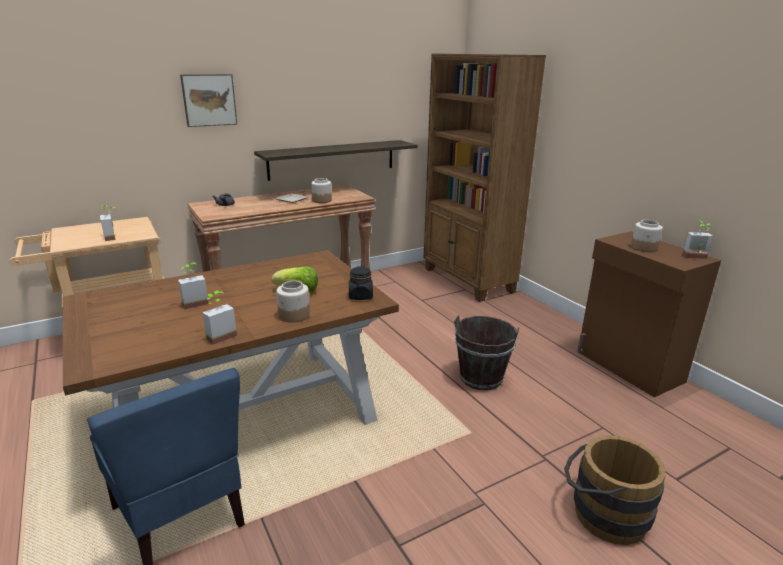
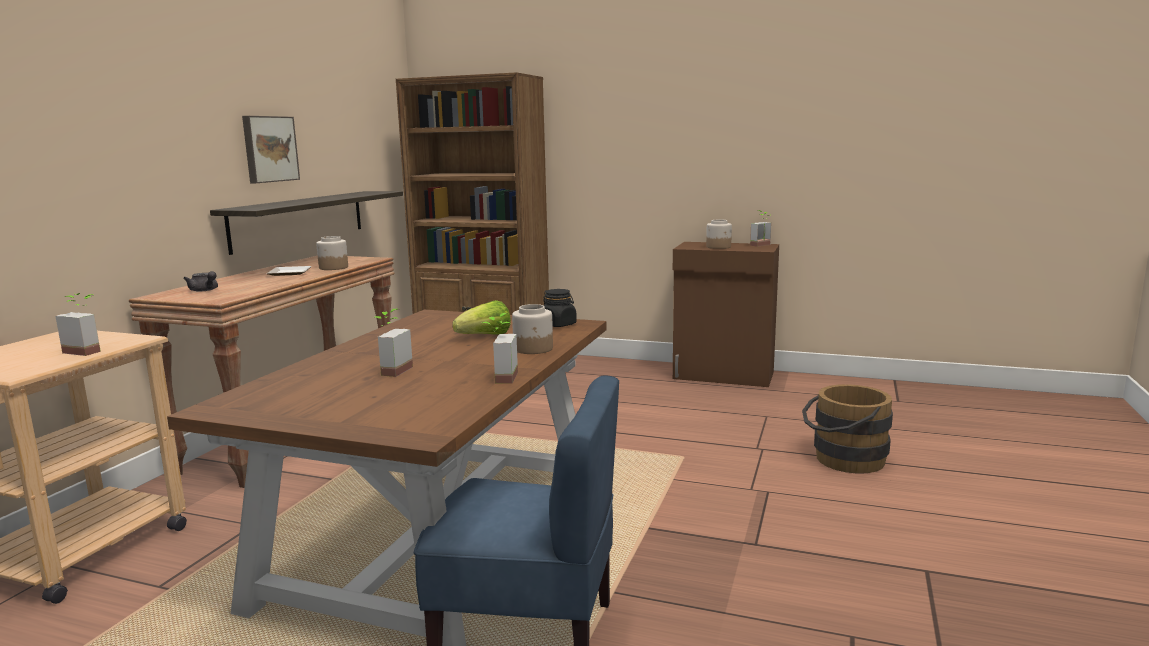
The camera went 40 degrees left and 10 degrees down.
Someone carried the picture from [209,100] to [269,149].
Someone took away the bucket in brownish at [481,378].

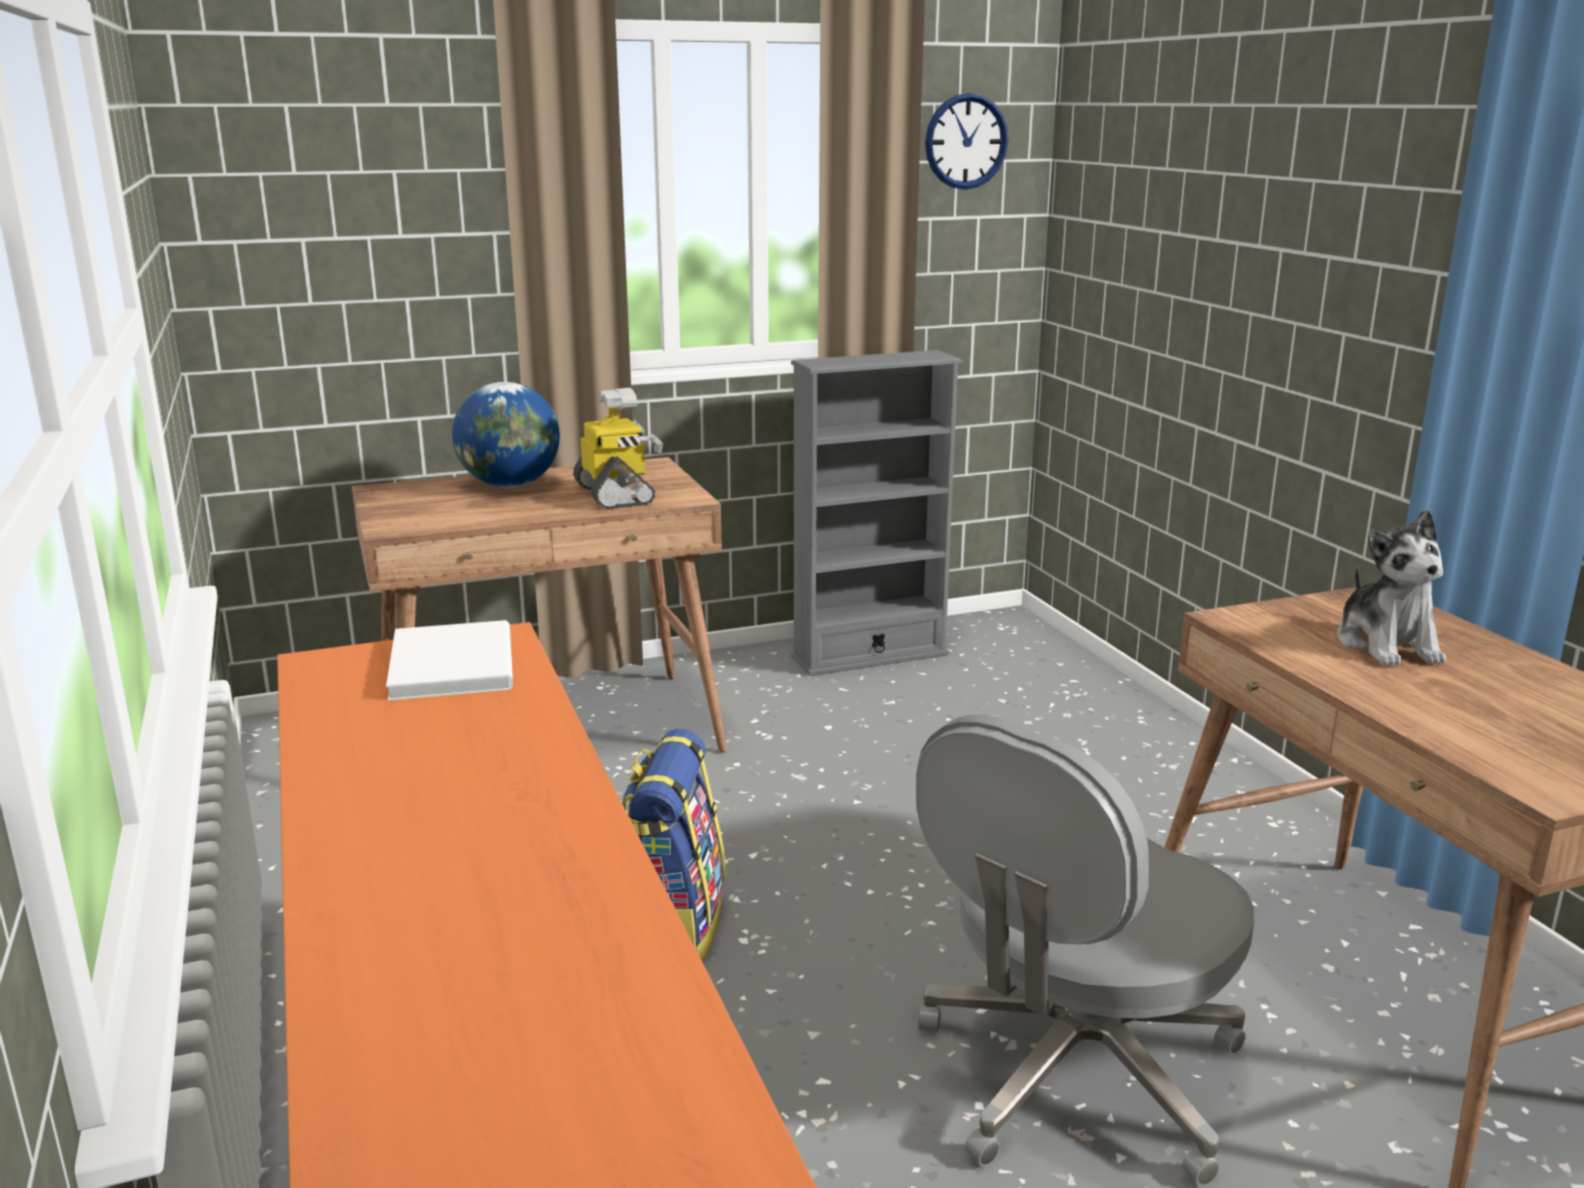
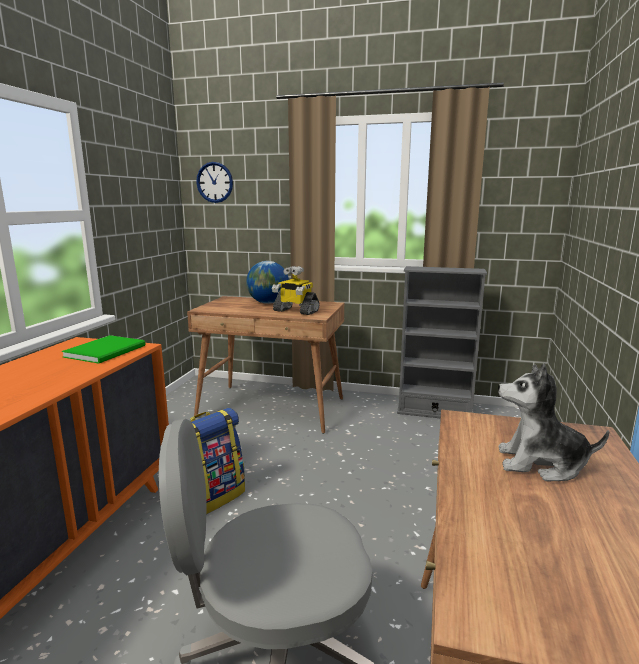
The camera went 35 degrees right and 5 degrees down.
Someone carried the clock on the wall from [966,141] to [214,182].
Someone rotated the robot figure at [616,495] by 105 degrees clockwise.
Someone rotated the cuddly toy at [1386,645] by 75 degrees clockwise.
Someone repainted the bound book in white-coloured at [456,662], which became the bound book in green at [108,351].

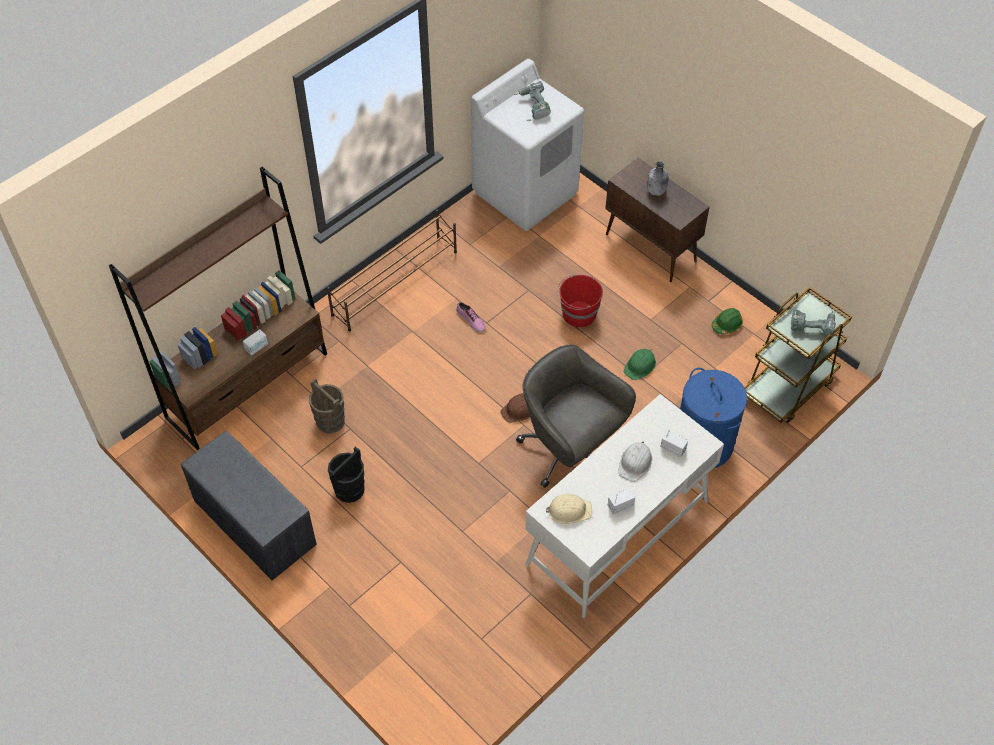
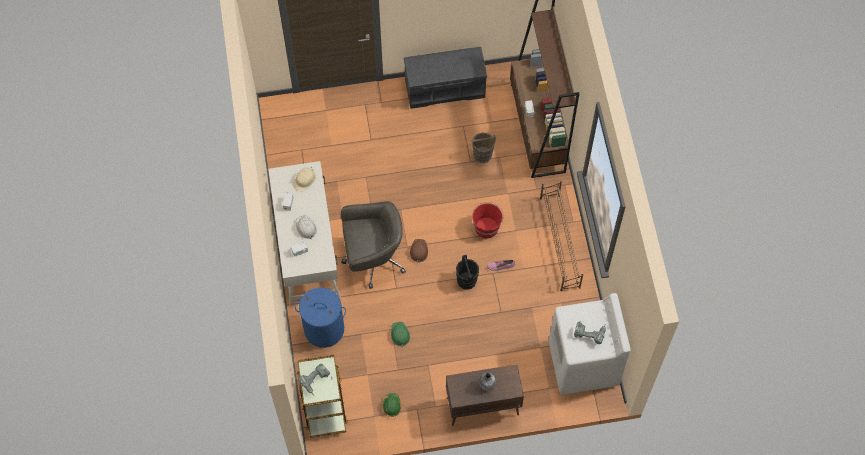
The camera went 125 degrees right and 10 degrees up.
Someone carried the bucket in reddish from [578,314] to [486,227].
Someone carried the bucket in black from [349,489] to [466,280].

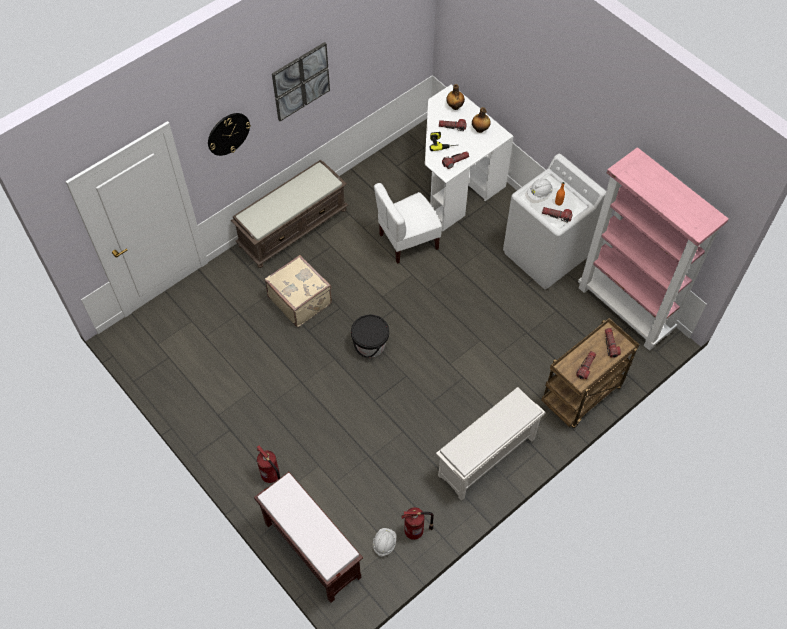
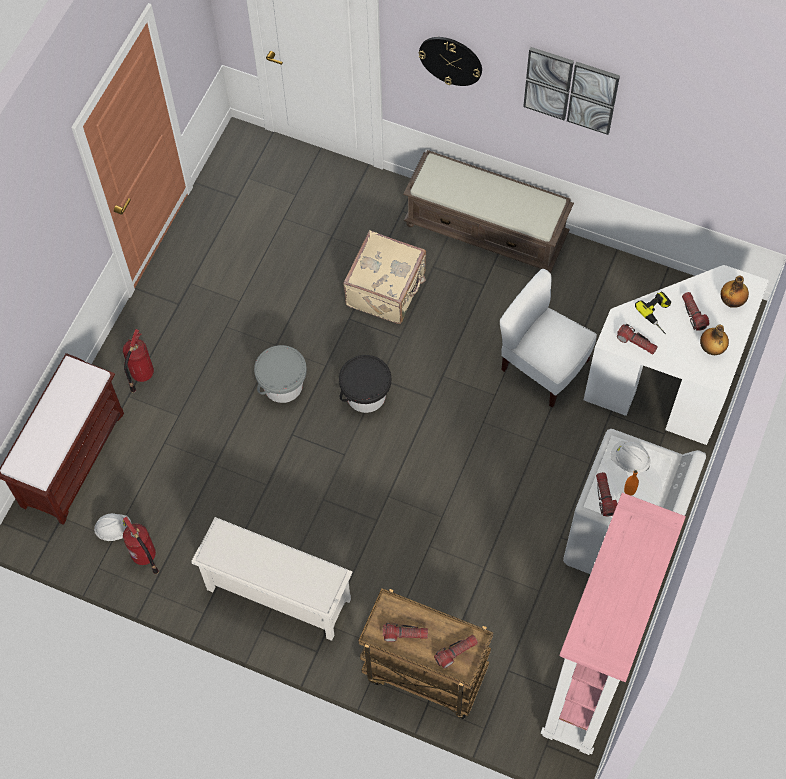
The camera went 65 degrees right and 5 degrees up.
Someone put down the bucket in gray at [283,385].

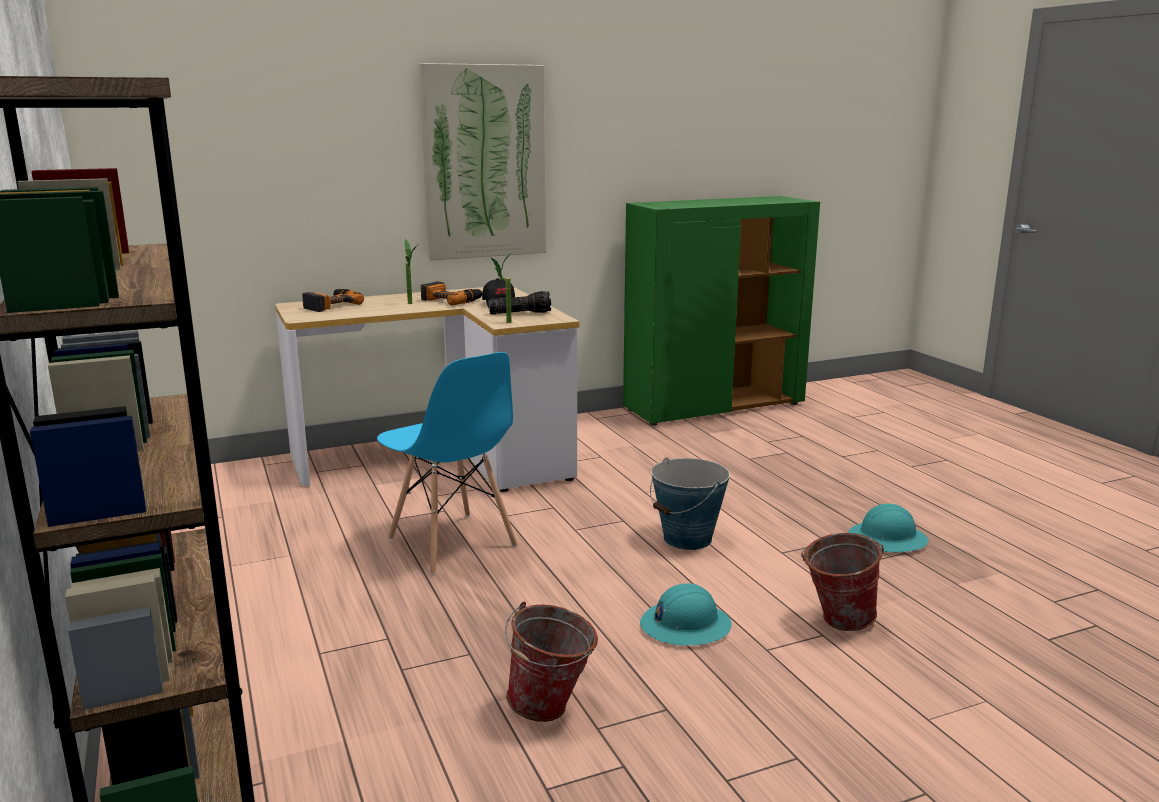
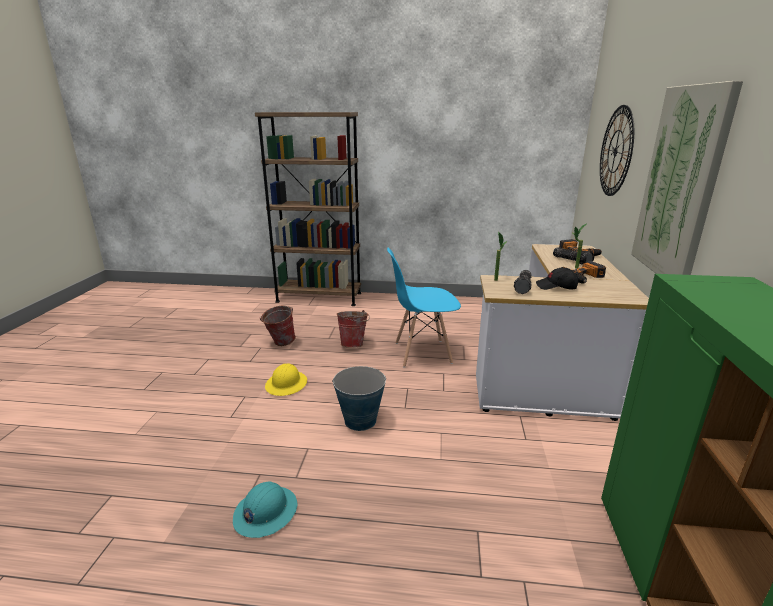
The camera went 120 degrees right and 5 degrees up.
Someone carried the bucket from [836,621] to [354,344].
Someone repainted the hard hat in turquoise-coloured at [685,626], which became the hard hat in yellowish at [286,384].
Someone put up the clock on the wall at [615,151].
Someone put down the torch at [572,261].

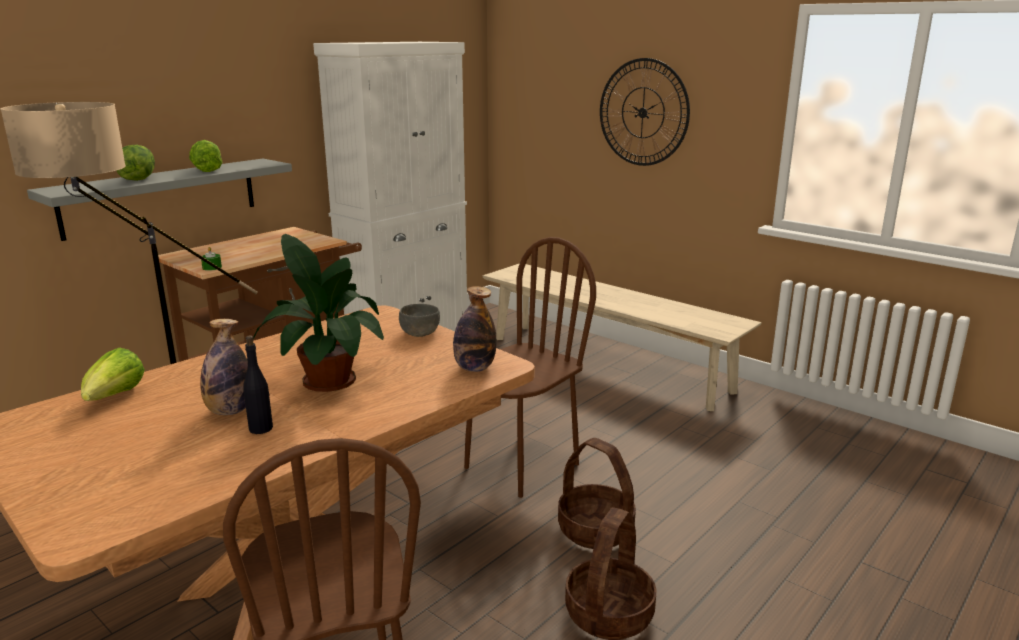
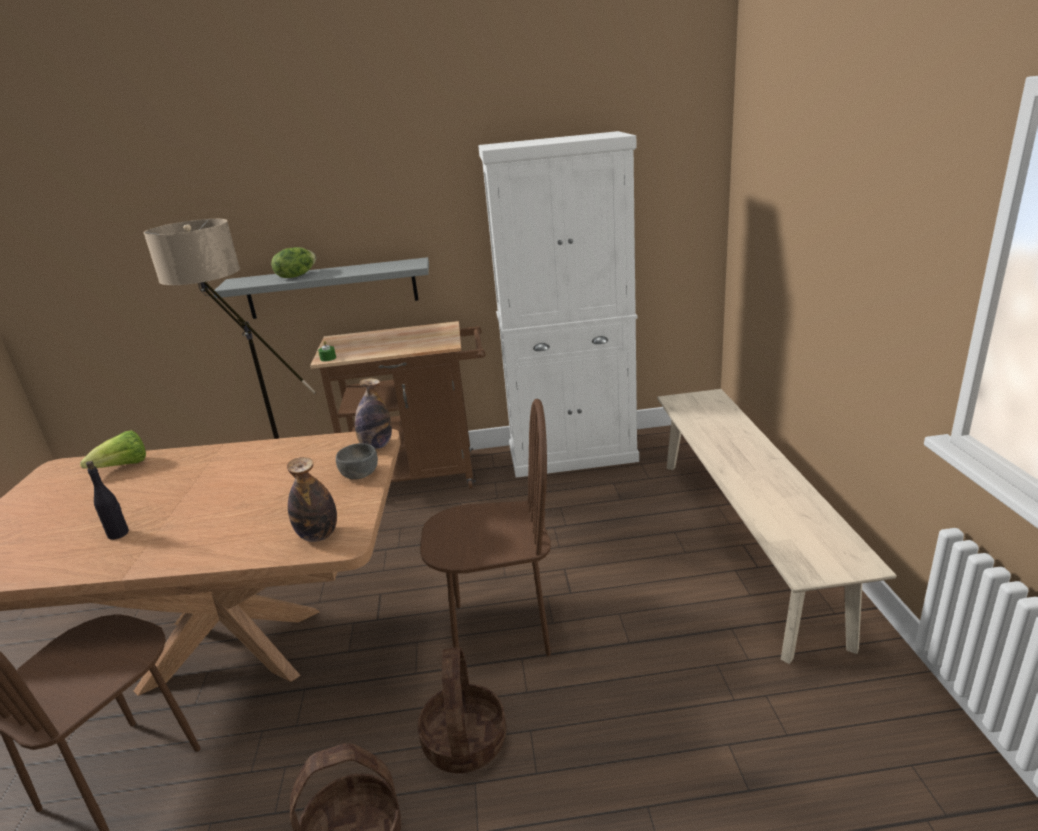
The camera went 45 degrees right and 5 degrees up.
Someone took away the clock on the wall at [643,112].
Someone took away the head of lettuce at [207,170].
Someone took away the houseplant at [327,378].
Someone carried the beverage bottle from [229,411] to [376,446].

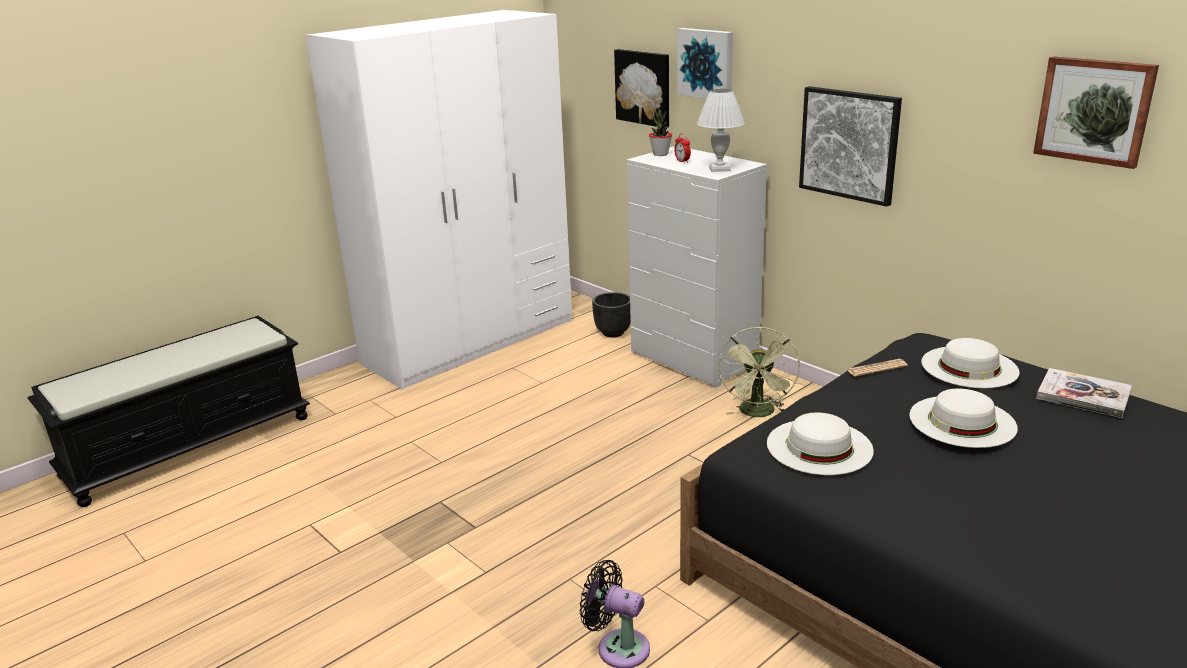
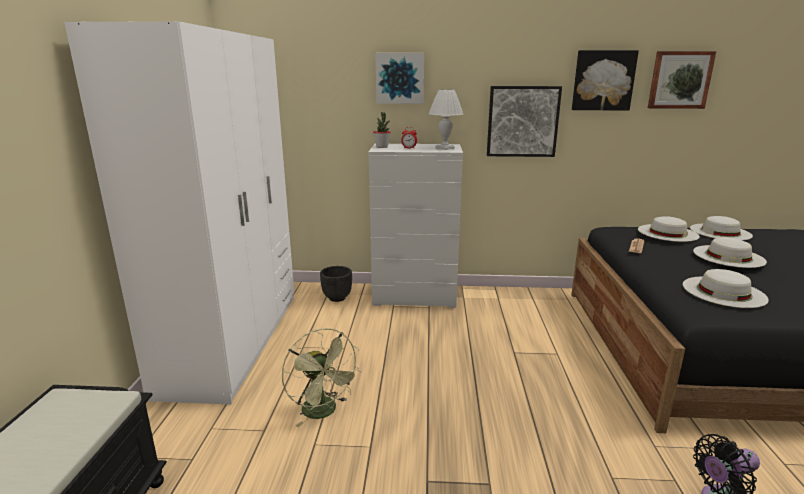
The camera went 45 degrees left and 5 degrees down.
Someone carried the picture from [644,87] to [603,80].
Someone carried the cooling fan in green from [758,413] to [324,412].
Someone swapped the bound book at [1083,395] for the wearable hat in white-coloured at [720,232].

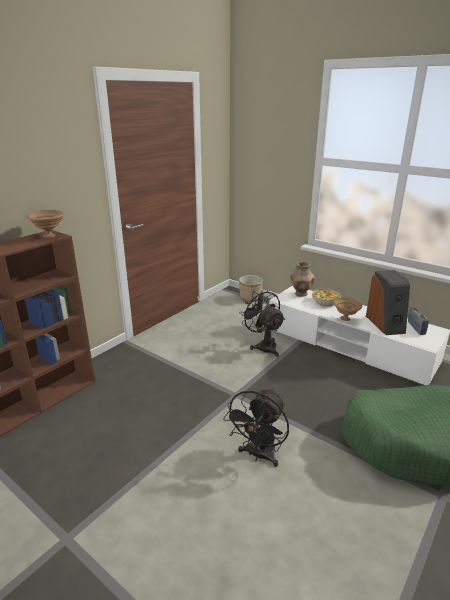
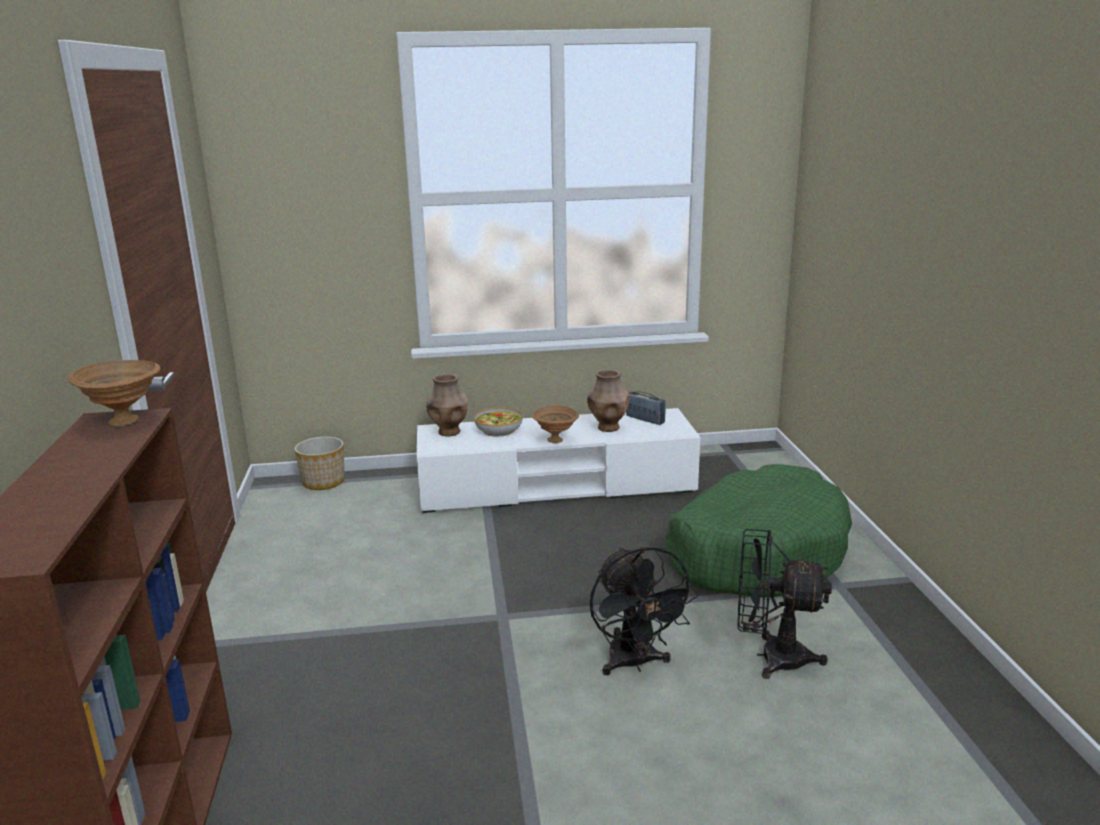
The camera went 45 degrees left and 5 degrees down.
Someone swapped the audio speaker at [385,324] for the flower vase in brownish at [608,428].
Someone carried the cooling fan in black from [263,346] to [770,657].

